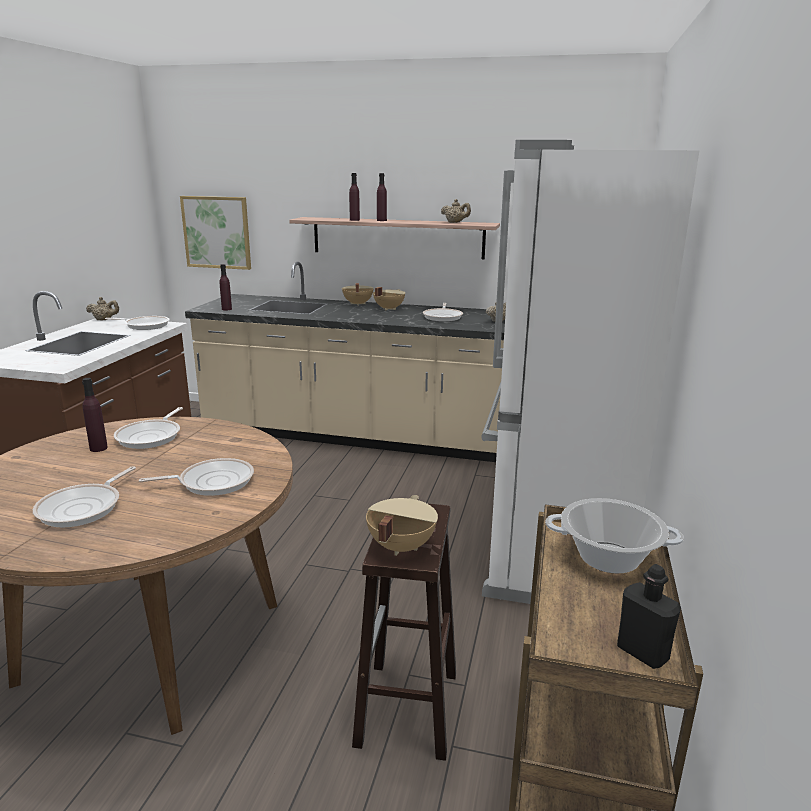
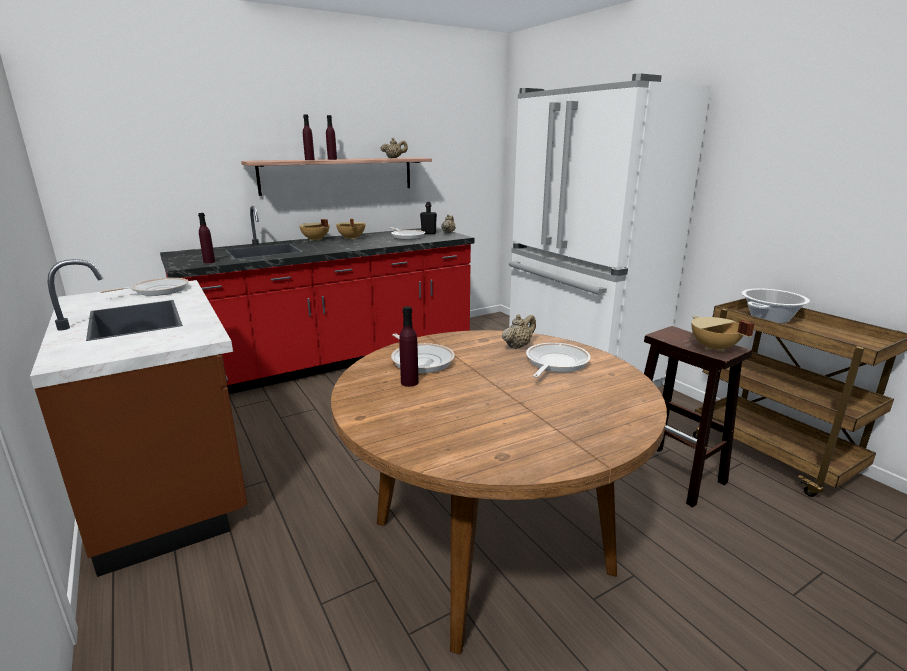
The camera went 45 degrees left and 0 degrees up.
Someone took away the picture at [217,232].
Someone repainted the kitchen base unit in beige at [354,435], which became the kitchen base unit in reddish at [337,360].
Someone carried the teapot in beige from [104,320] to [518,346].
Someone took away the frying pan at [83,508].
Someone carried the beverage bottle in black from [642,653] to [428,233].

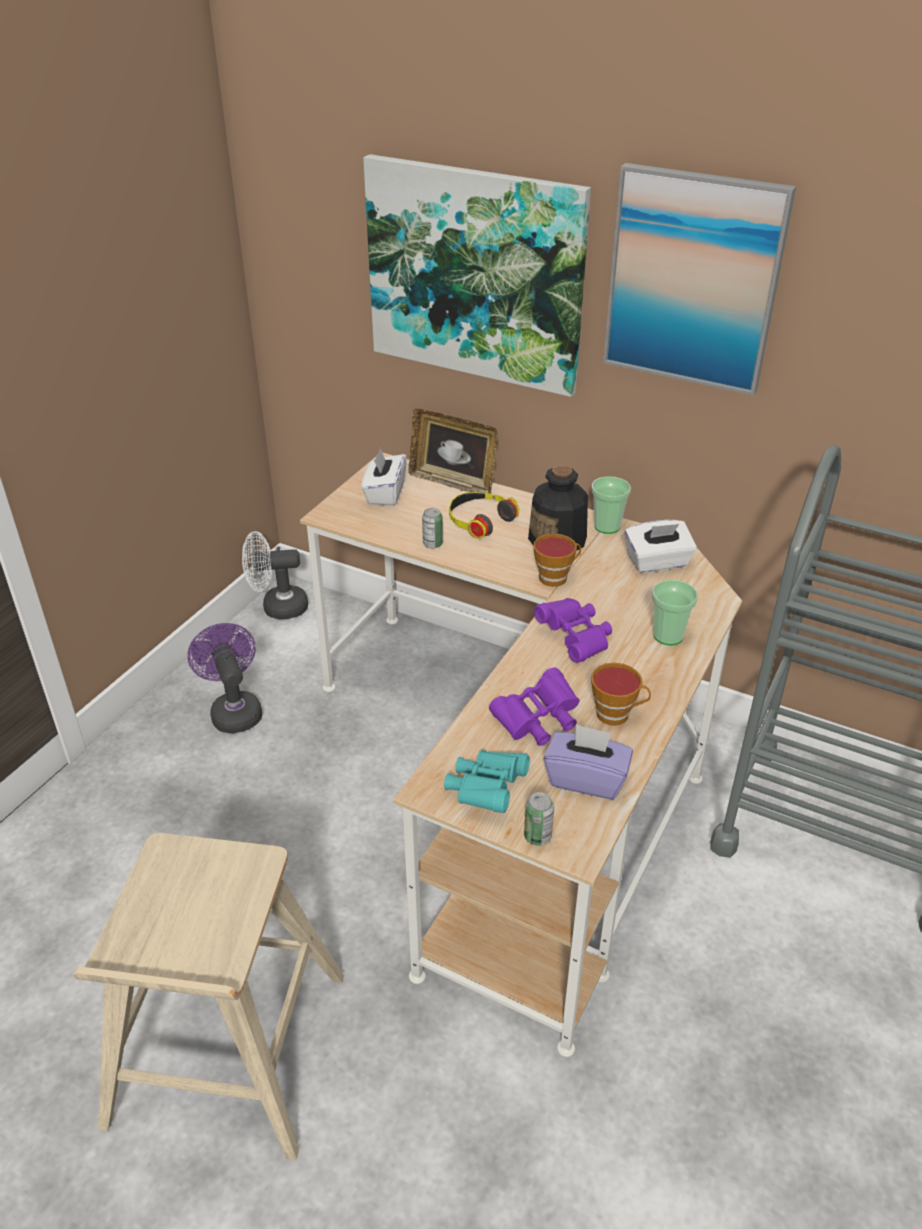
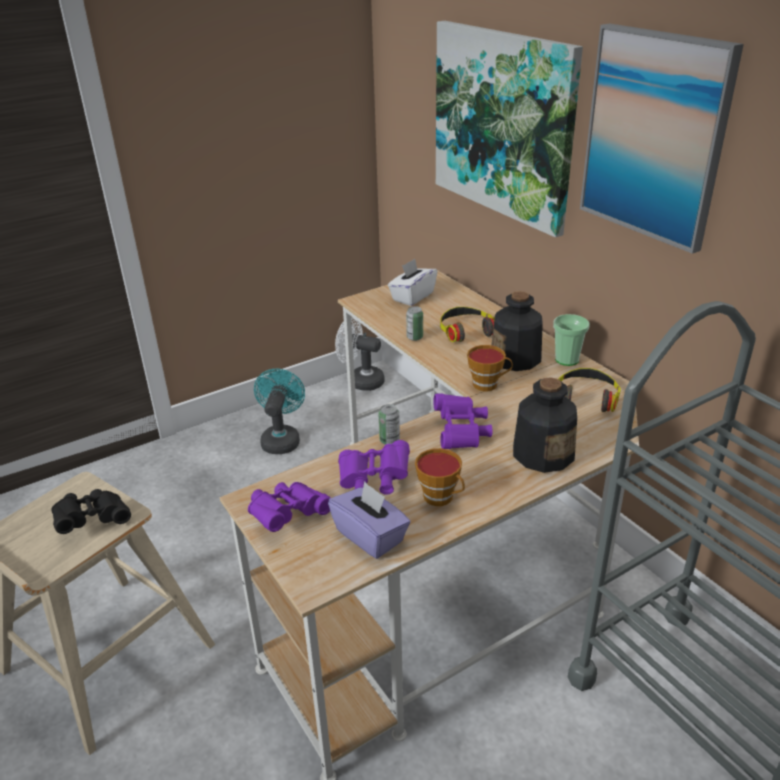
The camera went 30 degrees right and 5 degrees down.
Someone took away the picture frame at [453,483].
Someone swapped the tissue box in white-coloured at [657,562] for the headphones at [586,397].
Someone swapped the cup at [668,636] for the beverage bottle at [542,454].
Someone repainted the cooling fan in purplish at [234,710], which became the cooling fan in turquoise-coloured at [281,439].
Someone repainted the field glasses in turquoise-coloured at [486,790], which became the field glasses in purplish at [288,515].
Someone carried the metal can from [537,836] to [389,440].
Someone put down the field glasses in black at [92,520].

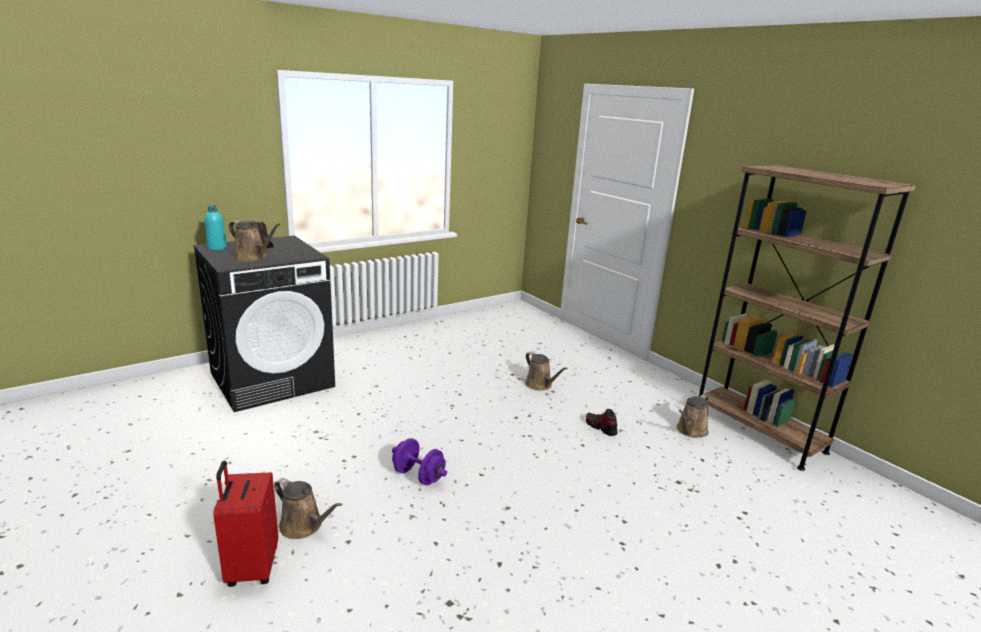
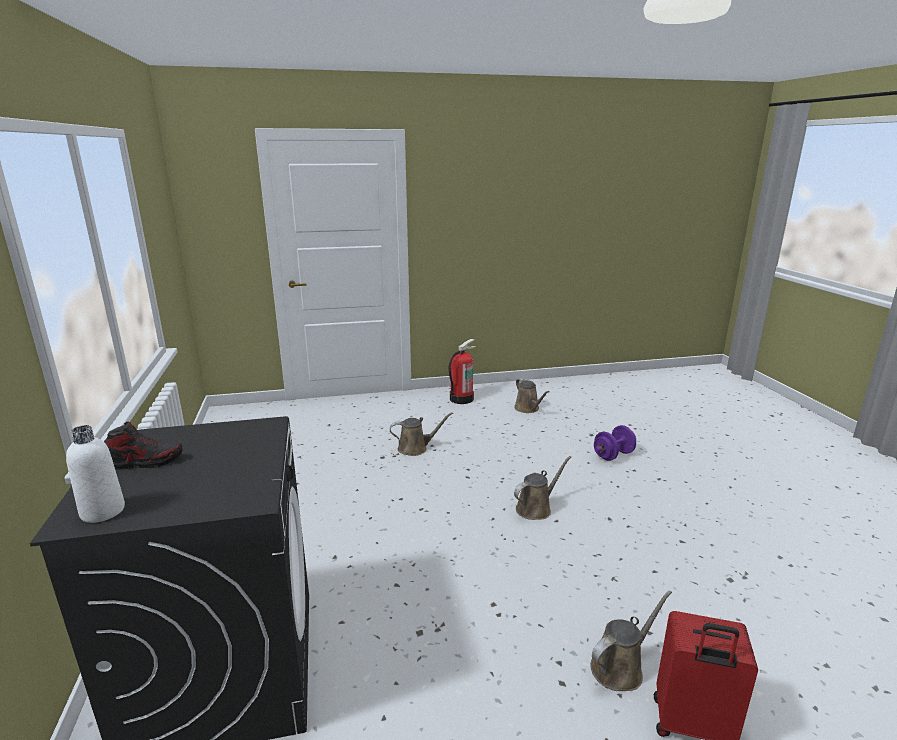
The camera went 65 degrees left and 0 degrees up.
Someone took away the shelving unit in brownish at [758,432].
Someone repainted the beverage bottle in turquoise-coloured at [217,248], which became the beverage bottle in white-coloured at [103,511].
Someone carried the sprinkling can in brownish from [252,257] to [536,508].
Someone took away the shoe at [601,428].
Someone carried the hand weight in purplish from [418,476] to [613,455].
Someone put down the fire-fighting cylinder at [461,399].

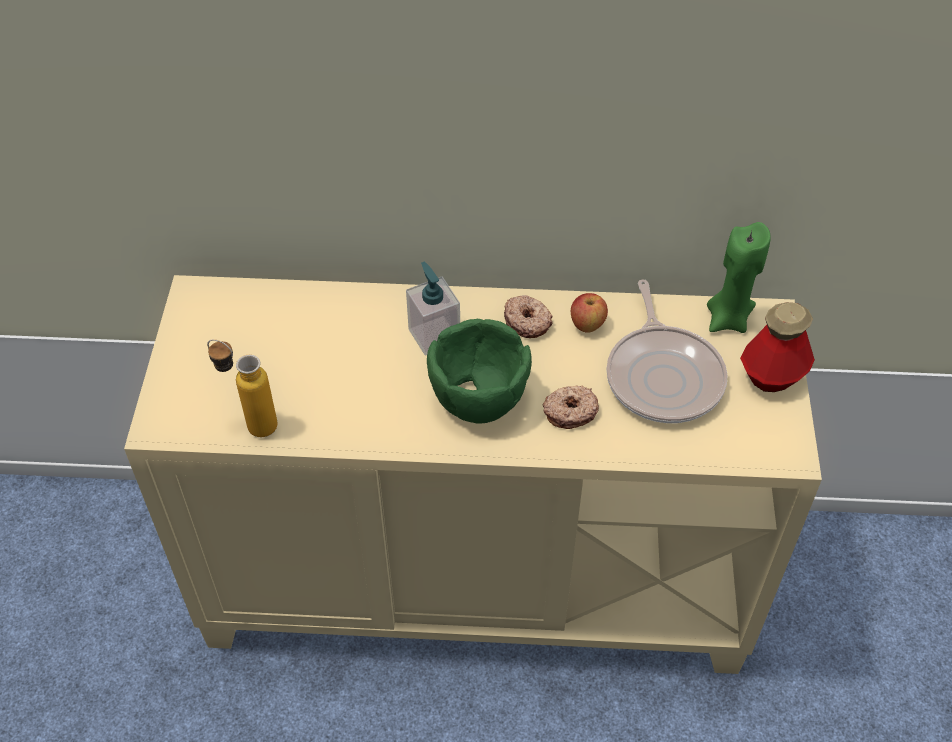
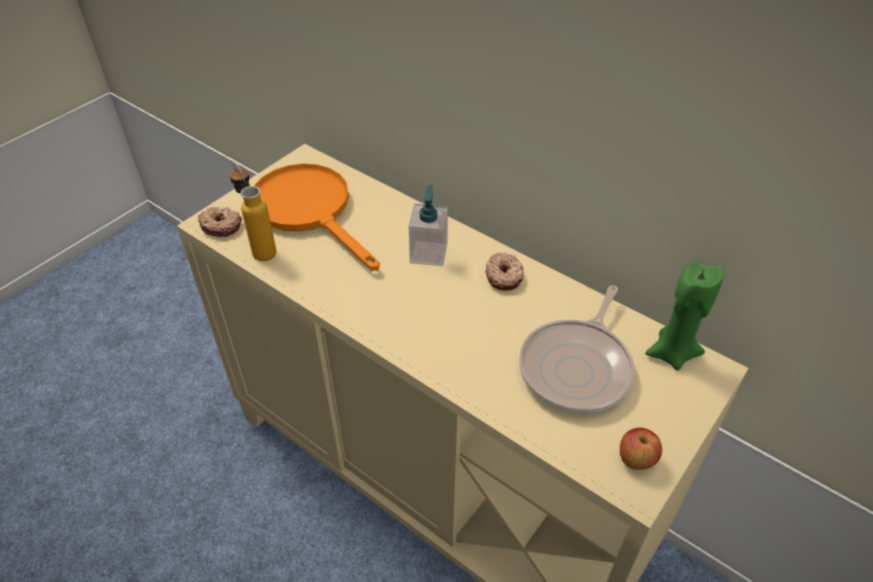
The camera went 35 degrees right and 5 degrees down.
Someone carried the apple from [587,324] to [636,459].
Someone took away the beverage bottle at [772,376].
Someone took away the deep dish in green at [477,399].
Someone carried the ring doughnut from [570,411] to [221,226].
Someone put down the frying pan in orange-coloured at [310,211].

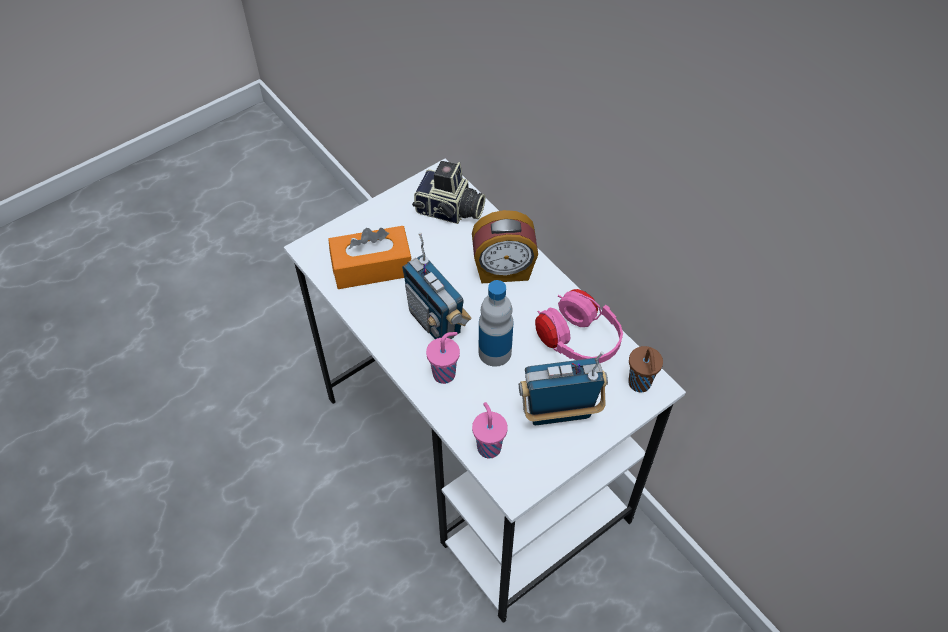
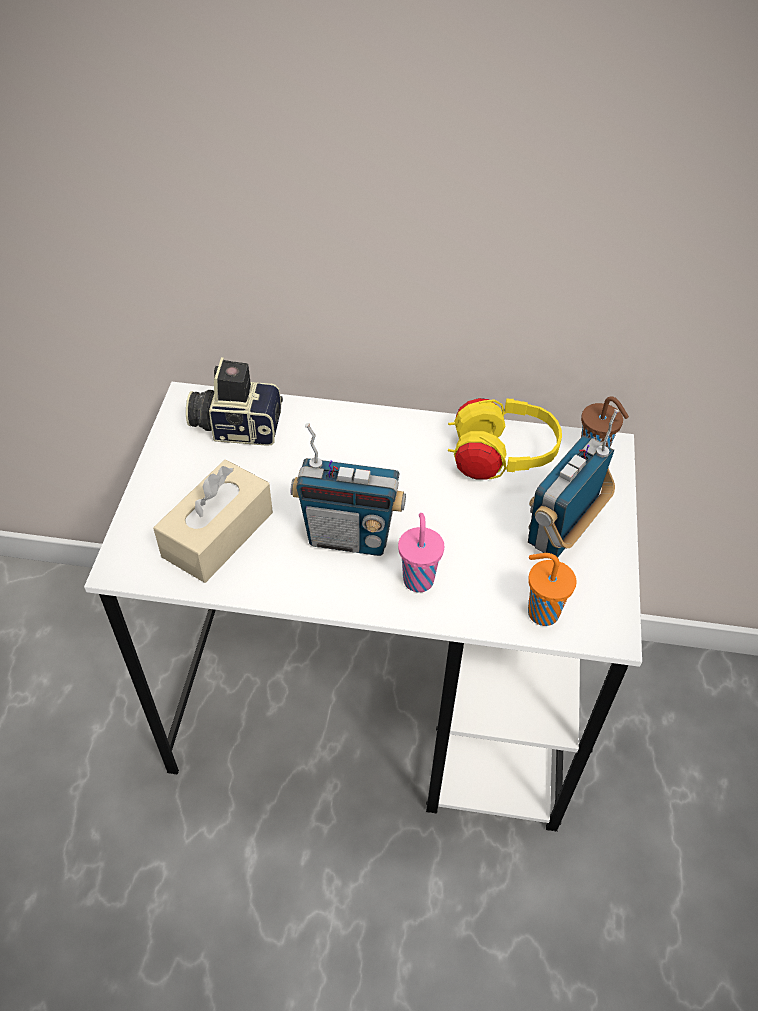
The camera went 45 degrees left and 5 degrees down.
Someone rotated the photo camera at [449,211] by 150 degrees counterclockwise.
Someone took away the bedside clock at [503,270].
Someone repainted the tissue box in orange-coloured at [372,267], which became the tissue box in beige at [218,534].
Someone took away the beverage bottle at [495,352].
Someone repainted the headphones in pinkish at [577,341], which became the headphones in yellowish at [500,458].
Someone repainted the cup in pinkish at [488,446], which became the cup in orange-coloured at [541,612].

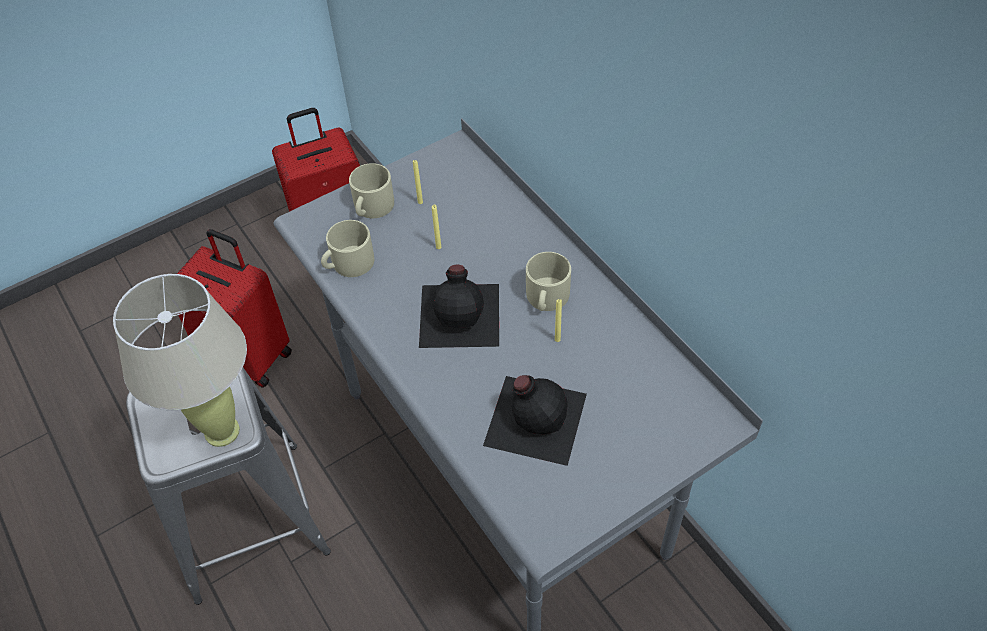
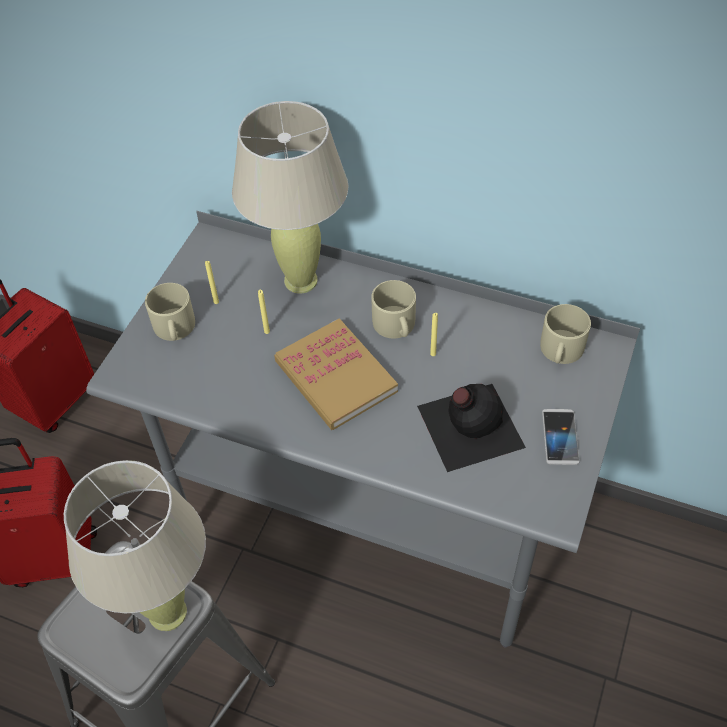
The camera went 35 degrees left and 0 degrees up.
Someone carried the tea mug in beige from [348,264] to [560,351].
Someone swapped the beverage bottle in black at [461,314] for the bound book at [335,376].
Someone put down the tabletop lamp in beige at [301,280].
Someone put down the phone at [560,437].

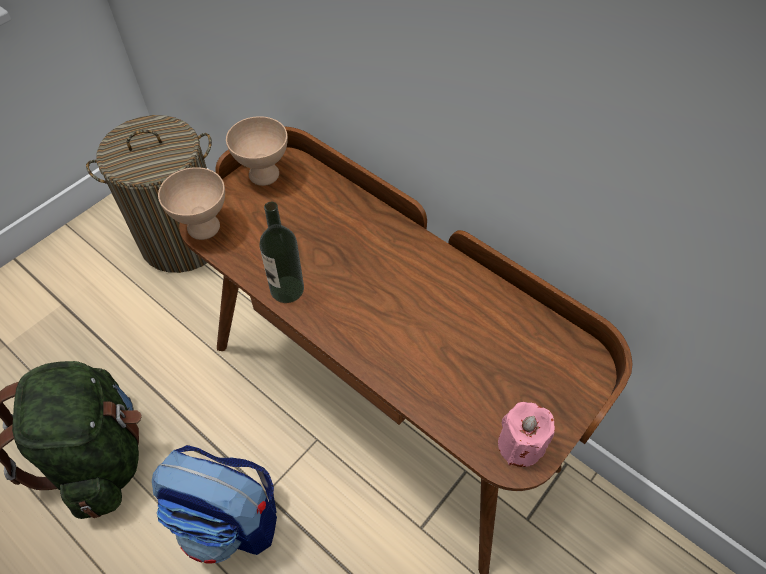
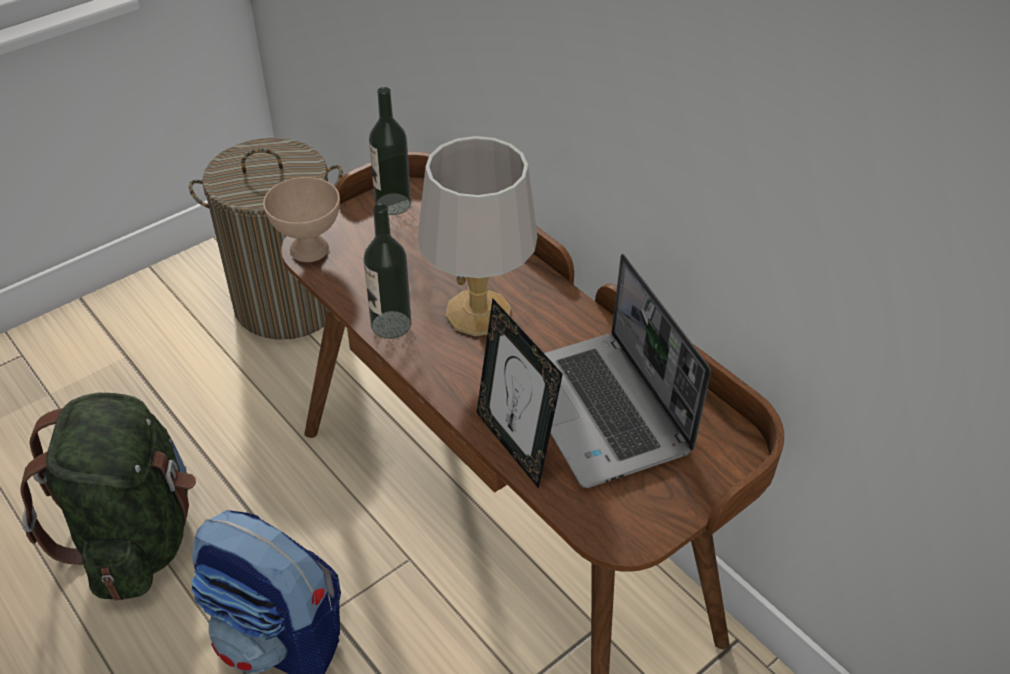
The camera went 10 degrees right and 10 degrees down.
Someone swapped the deep dish in beige at [265,174] for the beverage bottle at [393,204].
Someone took away the wax candle in pinkish at [520,445].
Someone put down the tabletop lamp in gray at [479,312].
Someone put down the notebook computer at [603,411].
Someone put down the picture frame at [514,445].

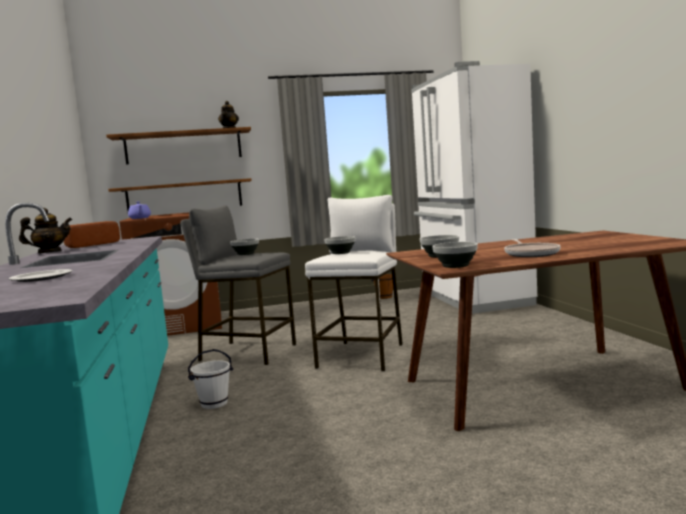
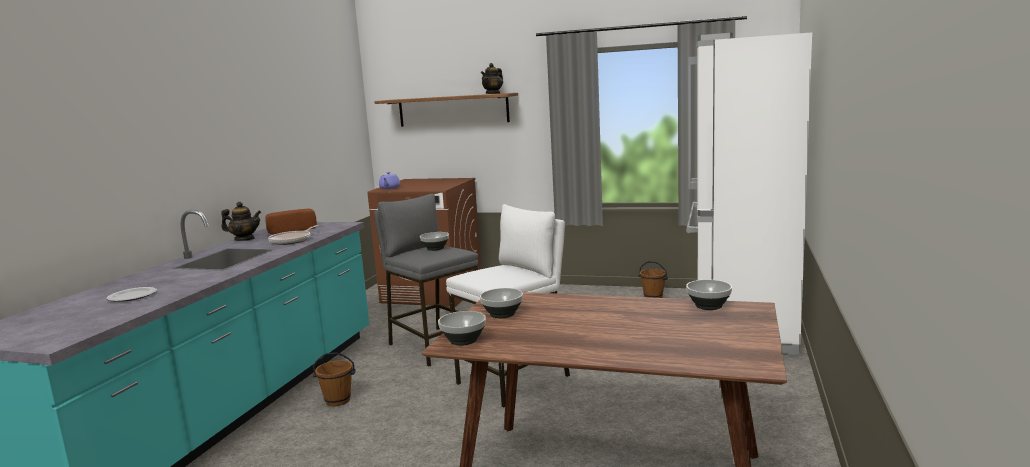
The camera went 30 degrees right and 5 degrees up.
Someone took away the bracket shelf at [184,196].
Someone carried the deep dish from [340,253] to [708,306].
Someone carried the frying pan from [531,254] to [292,240].
Someone repainted the bucket in white-coloured at [214,403], which became the bucket in brownish at [338,400].

